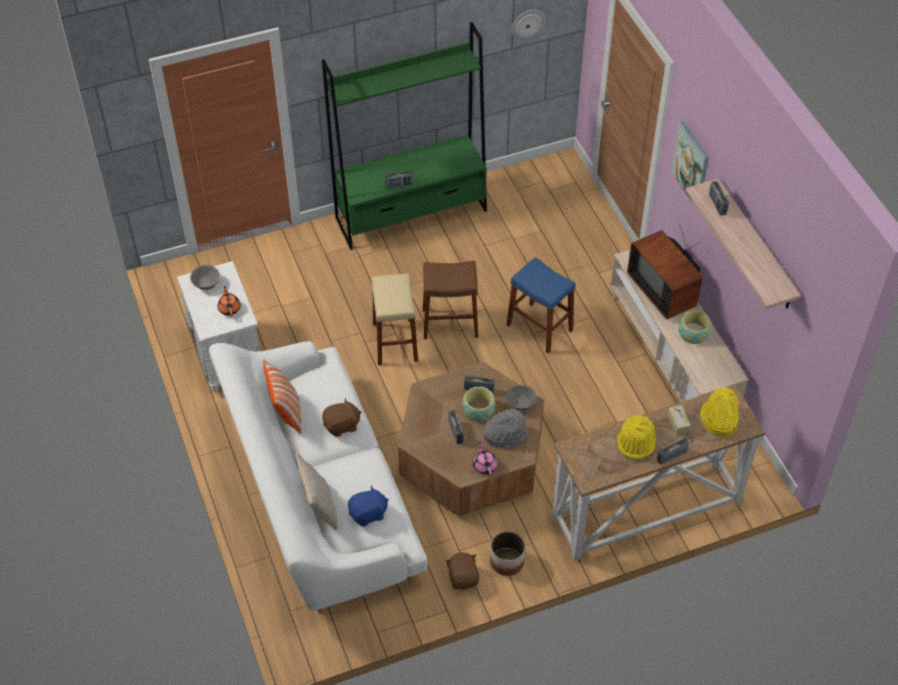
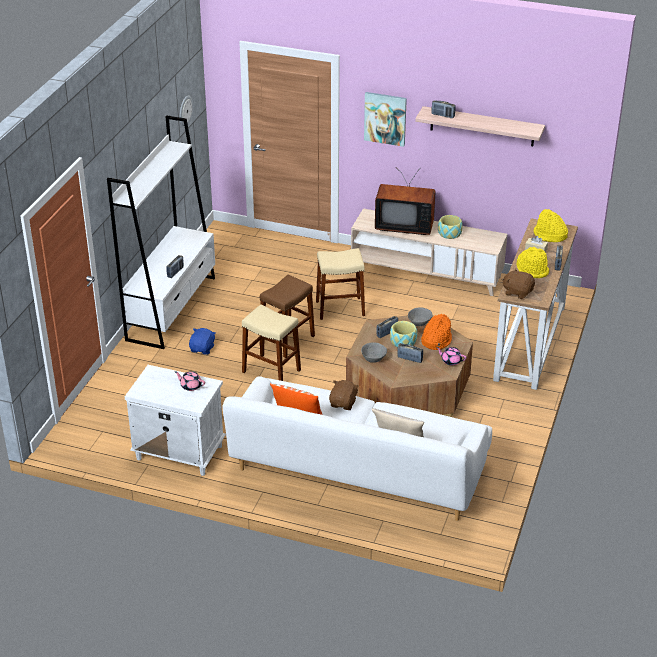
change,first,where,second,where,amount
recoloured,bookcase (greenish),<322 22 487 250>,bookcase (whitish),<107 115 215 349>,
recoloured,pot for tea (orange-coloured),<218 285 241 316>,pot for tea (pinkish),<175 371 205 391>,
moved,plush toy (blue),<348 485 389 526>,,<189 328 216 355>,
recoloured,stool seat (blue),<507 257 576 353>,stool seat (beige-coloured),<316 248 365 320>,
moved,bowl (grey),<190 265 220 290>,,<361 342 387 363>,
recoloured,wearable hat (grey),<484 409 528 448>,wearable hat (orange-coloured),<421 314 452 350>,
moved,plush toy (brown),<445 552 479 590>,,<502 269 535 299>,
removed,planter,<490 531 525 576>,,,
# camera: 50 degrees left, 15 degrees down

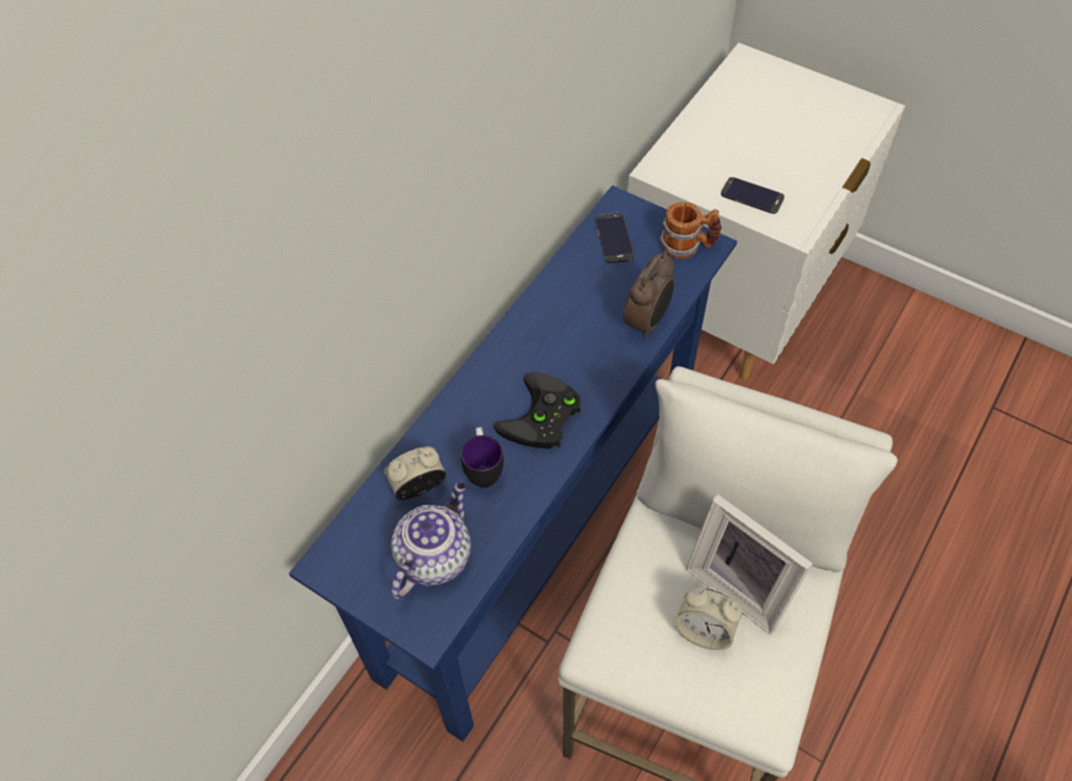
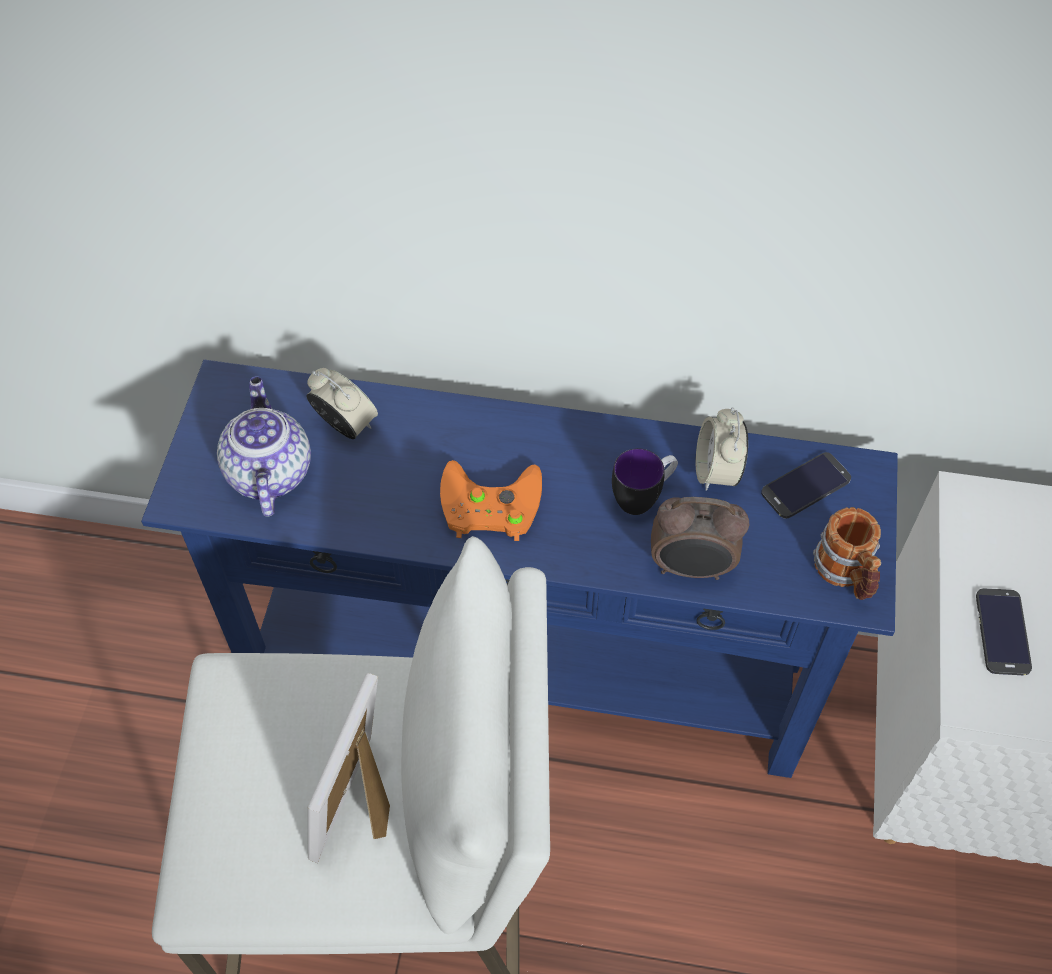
change,first,where,second,where,amount
turned,pot for tea,<391 481 471 599>,,<217 376 311 517>,105 degrees counterclockwise
recoloured,gamepad (black-coloured),<494 372 581 449>,gamepad (orange-coloured),<440 460 542 541>,
moved,tea mug,<461 427 504 488>,,<612 448 678 515>,
moved,bedside clock,<674 587 742 650>,,<696 408 748 491>,
# camera: 65 degrees right, 0 degrees up

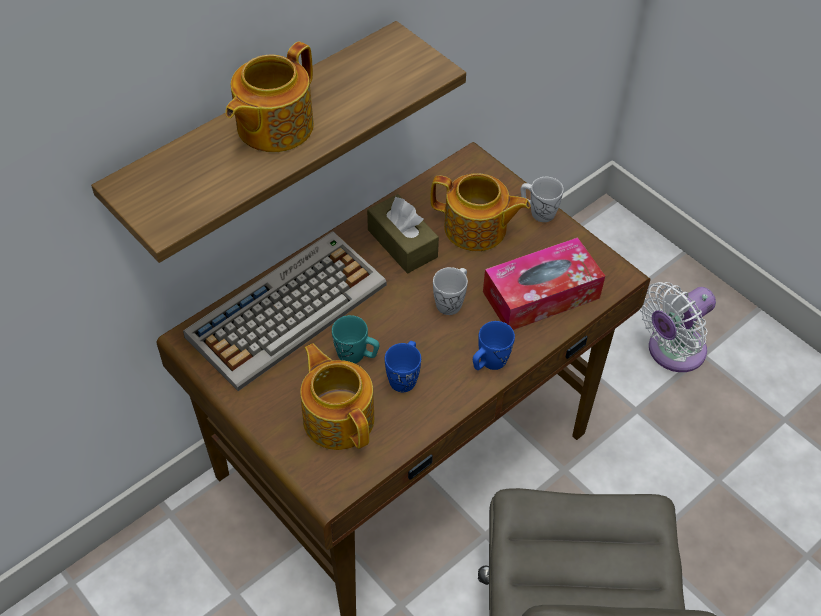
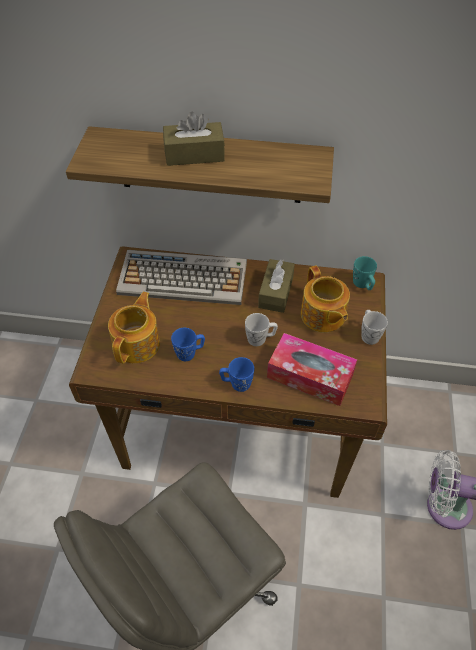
change,first,where,second,where,amount
replaced,pot for tea,<225 42 314 152>,tissue box (brown),<163 112 225 166>,
moved,tea mug (turquoise-coloured),<332 315 379 363>,,<353 256 377 290>,
# camera: 50 degrees right, 0 degrees up

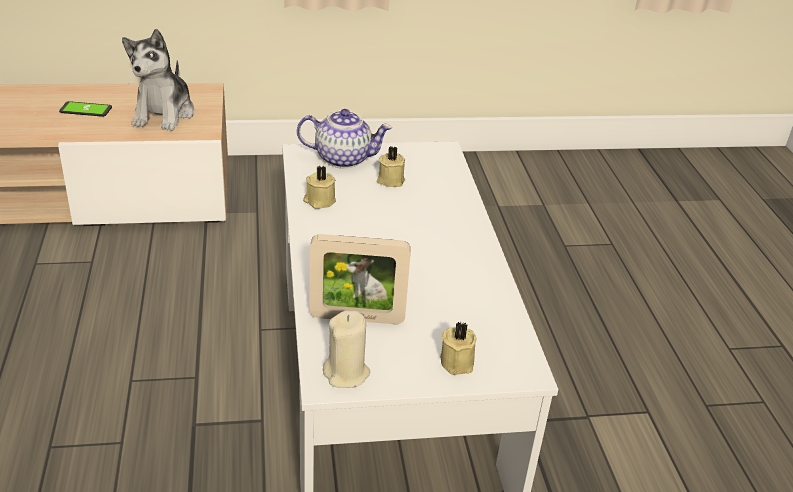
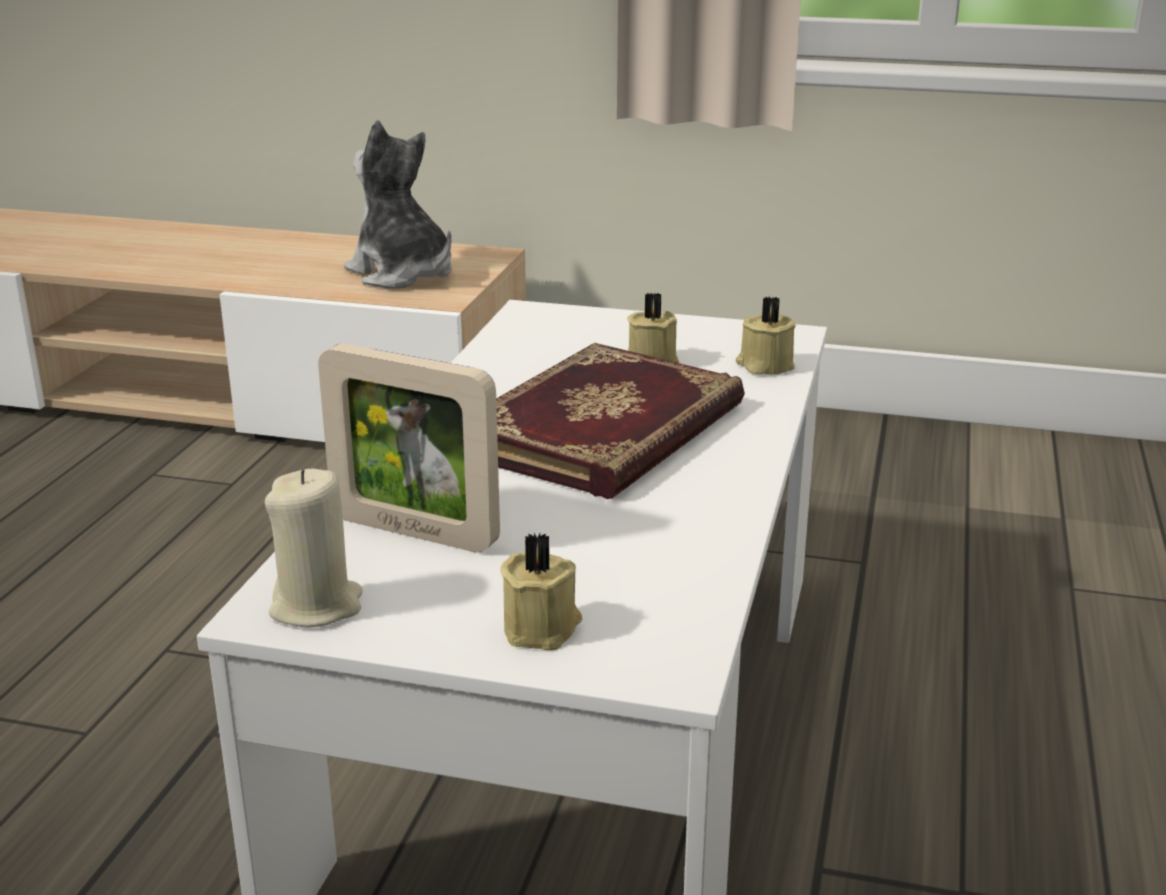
change,first,where,second,where,amount
turned,plush toy,<122 29 194 131>,,<344 120 452 288>,105 degrees clockwise
added,,,bound book,<496 343 745 499>,
moved,wax light (beige-coloured),<303 166 336 209>,,<736 297 796 374>,
removed,telephone,<59 101 112 117>,,,
removed,pot for tea,<297 109 392 168>,,,
# camera: 25 degrees right, 10 degrees down

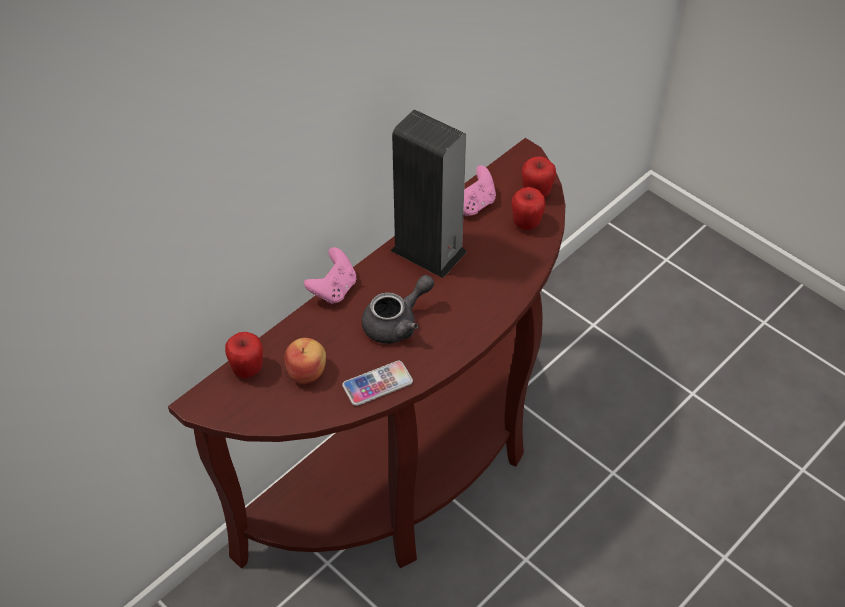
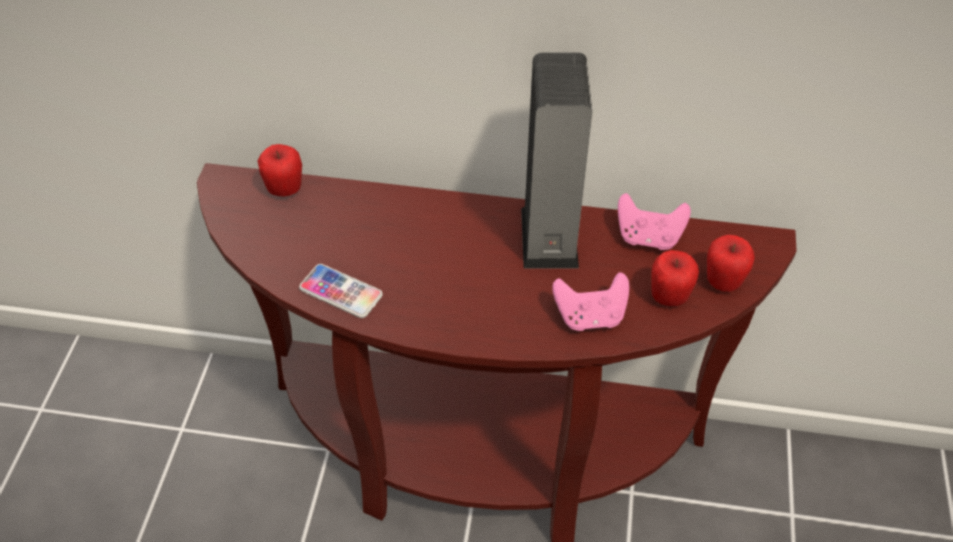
change,first,where,second,where,amount
moved,gamepad (pinkish),<304 247 356 304>,,<552 272 629 331>,
removed,apple fruit,<284 338 326 384>,,,
removed,pot for tea (grey),<362 275 434 344>,,,
# camera: 55 degrees right, 0 degrees up

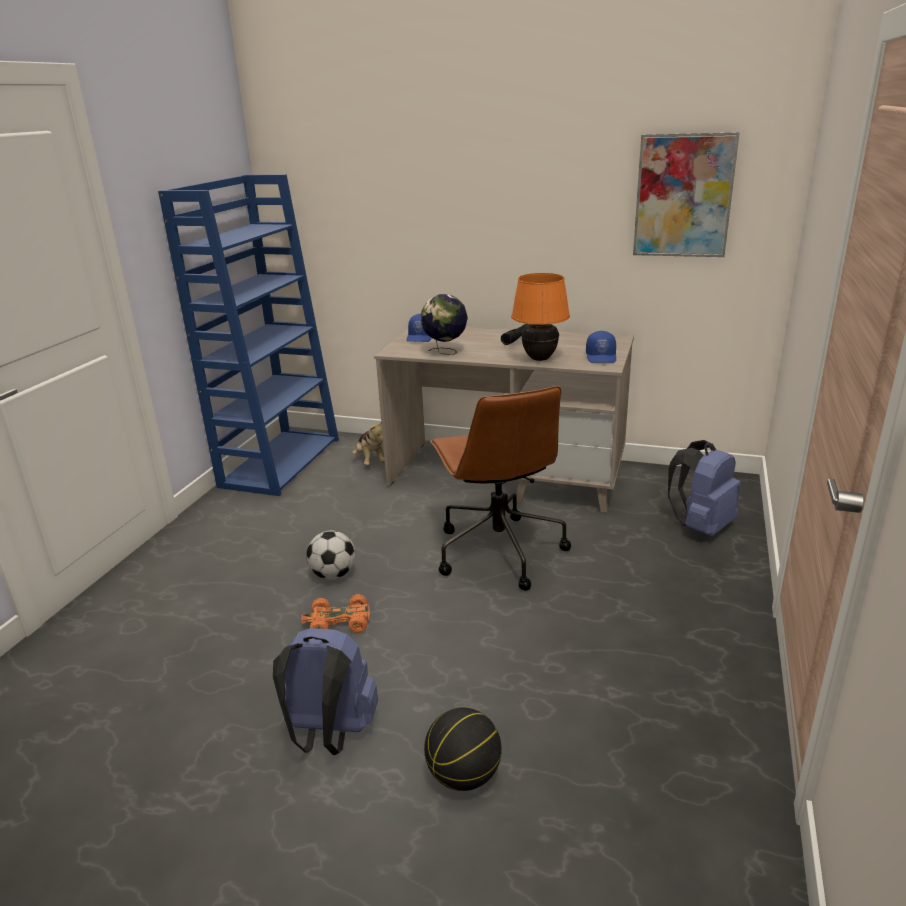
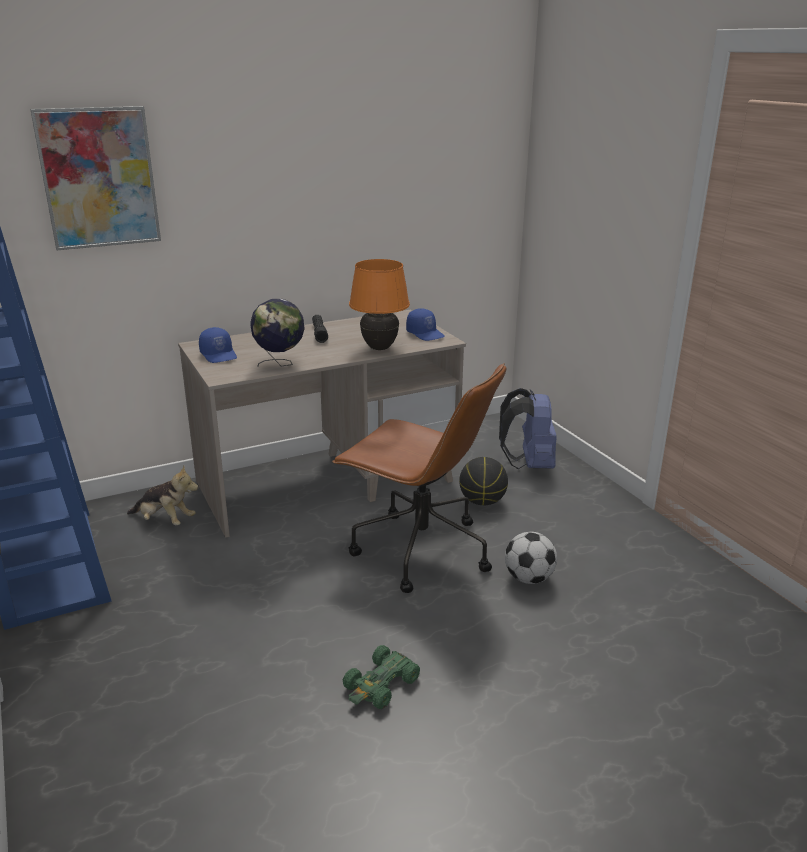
change,first,where,second,where,amount
moved,wall art,<633 132 740 257>,,<30 106 161 250>,
recoloured,miniature car (orange-coloured),<301 594 370 633>,miniature car (greenish),<343 645 420 709>,
moved,basketball,<424 707 502 791>,,<459 457 508 505>,
moved,ball for football,<306 530 355 580>,,<505 532 557 584>,
removed,knapsack (blue),<273 628 378 755>,,,
# camera: 45 degrees left, 0 degrees up

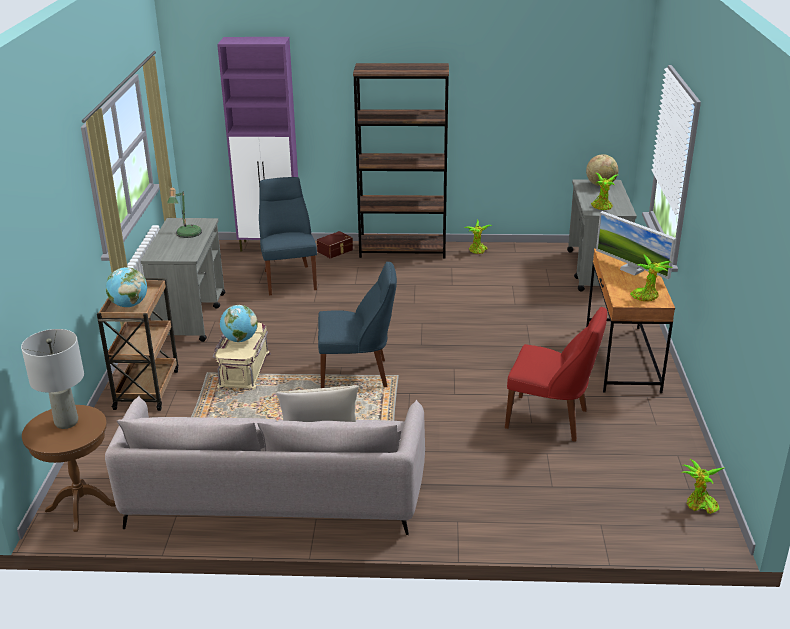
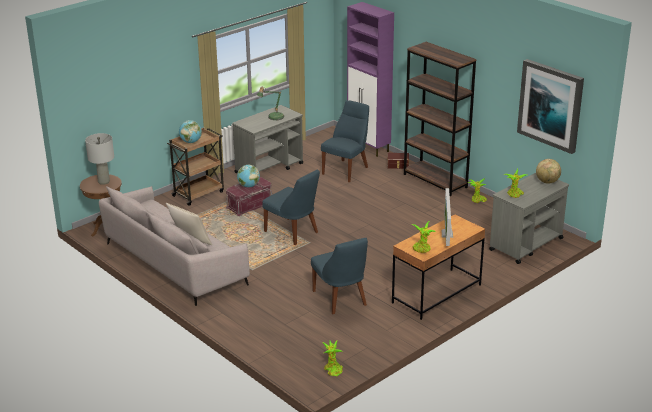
change,first,where,second,where,amount
recoloured,storage box (beige-coloured),<213 323 271 390>,storage box (red-coloured),<226 177 272 216>,
recoloured,plain chair (red-coloured),<505 307 607 441>,plain chair (blue),<311 238 368 314>,
added,,,wall art,<517 59 584 154>,
# camera: 45 degrees right, 0 degrees up

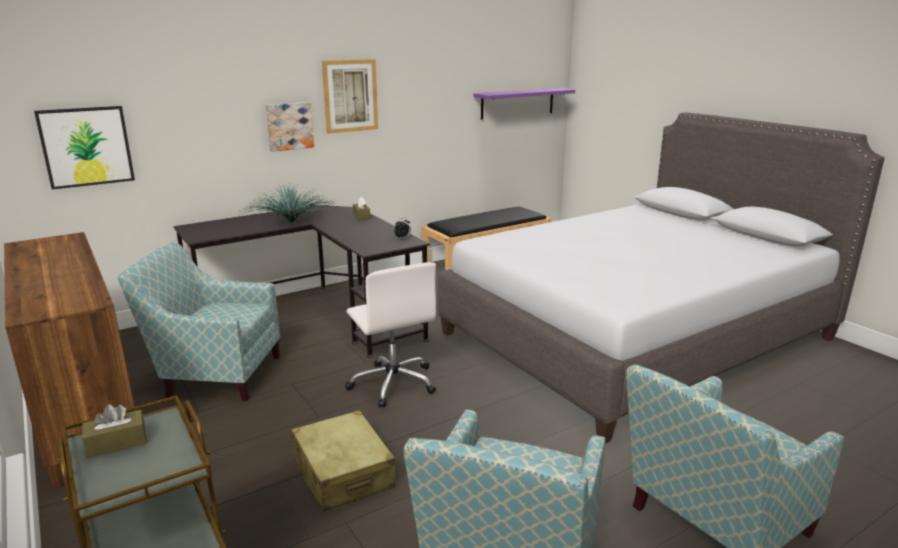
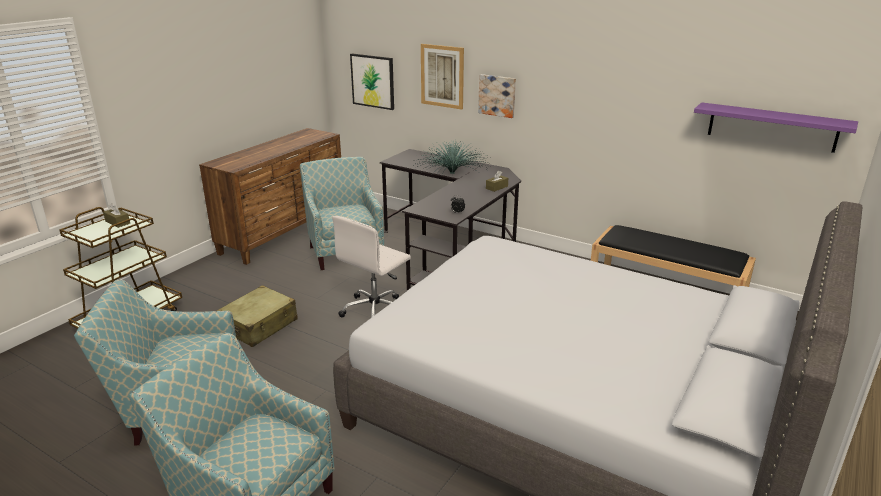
change,first,where,second,where,amount
moved,wall art,<322 59 378 134>,,<421 44 464 109>,
# camera: 65 degrees right, 5 degrees up

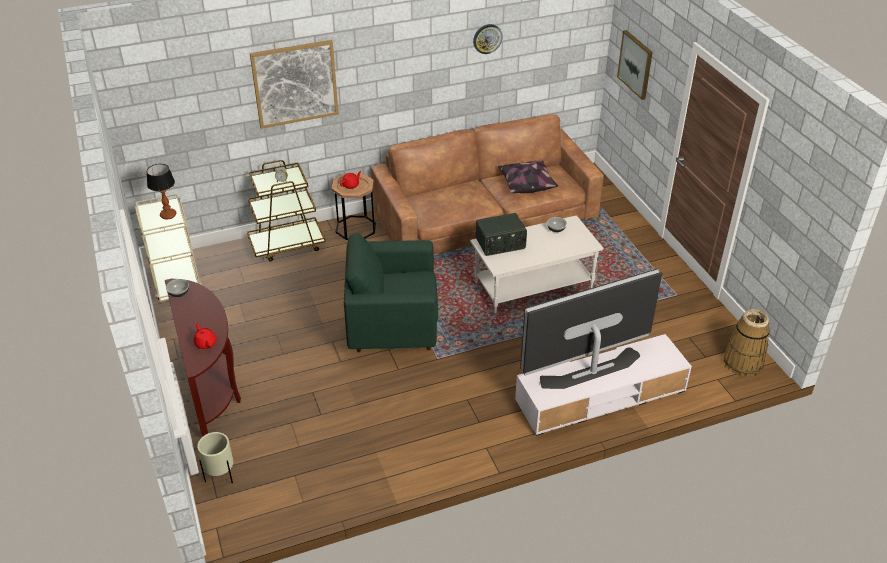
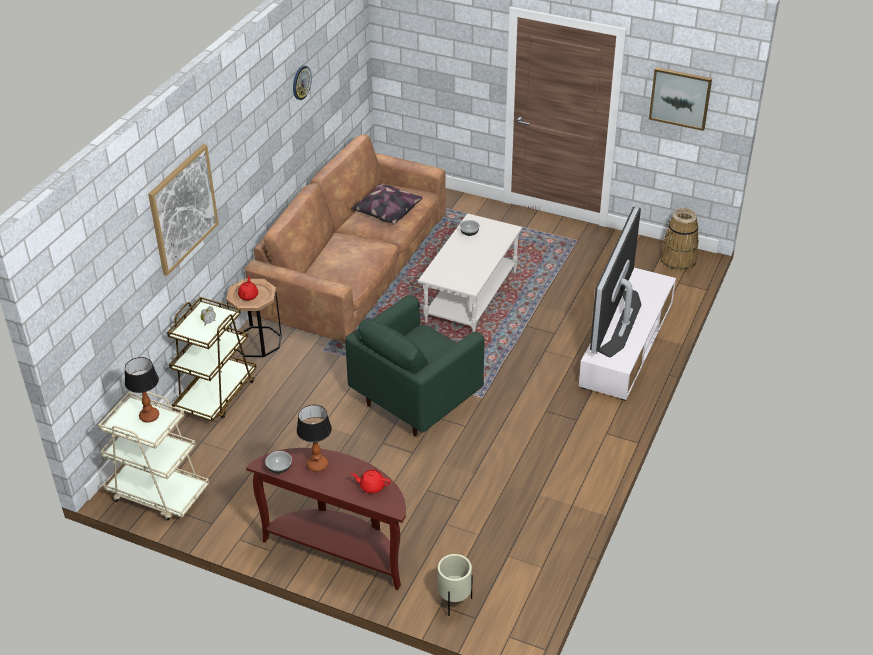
change,first,where,second,where,amount
added,,,tabletop lamp,<297 405 332 472>,
moved,wall art,<617 30 653 100>,,<649 67 712 131>,
removed,radio receiver,<476 213 527 256>,,,
# camera: 45 degrees left, 0 degrees up

